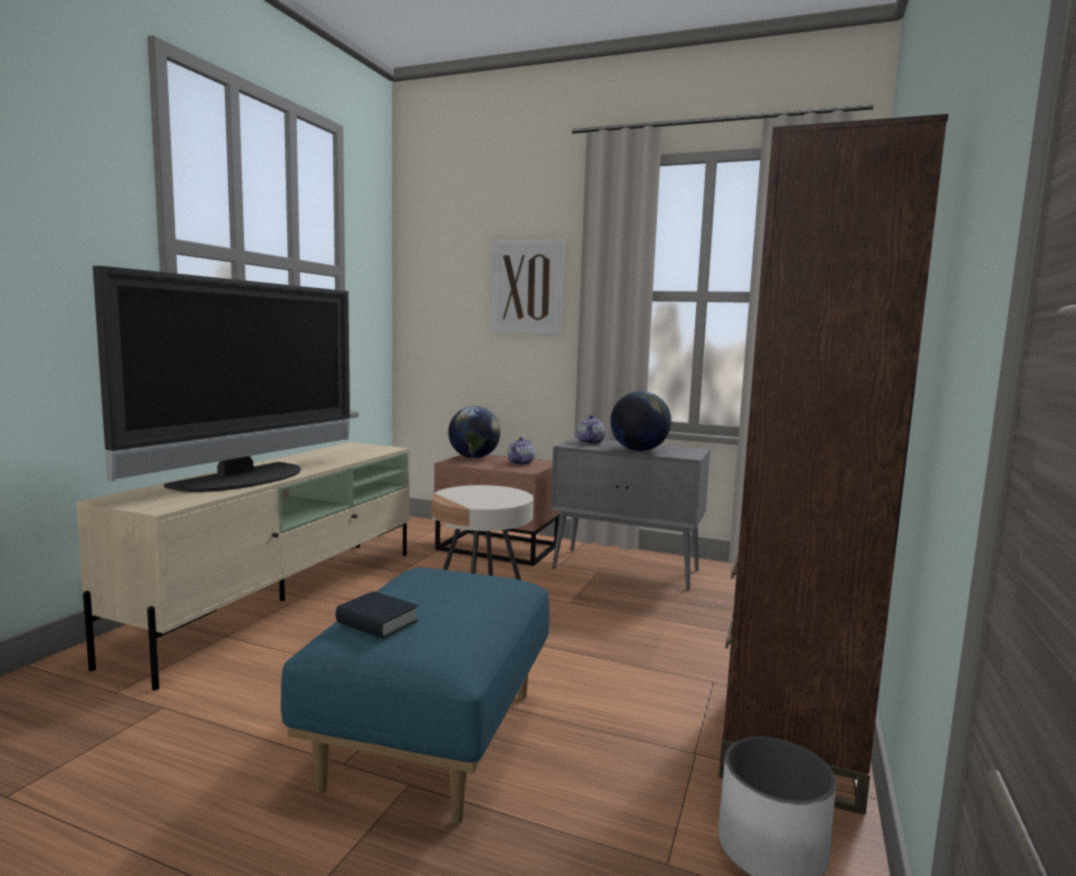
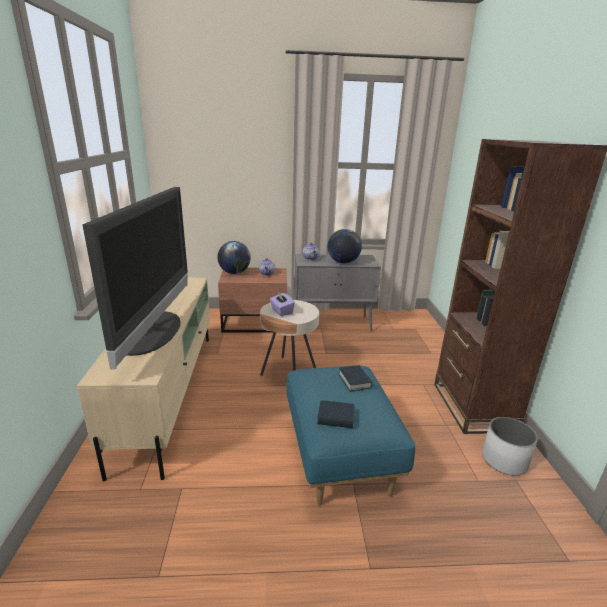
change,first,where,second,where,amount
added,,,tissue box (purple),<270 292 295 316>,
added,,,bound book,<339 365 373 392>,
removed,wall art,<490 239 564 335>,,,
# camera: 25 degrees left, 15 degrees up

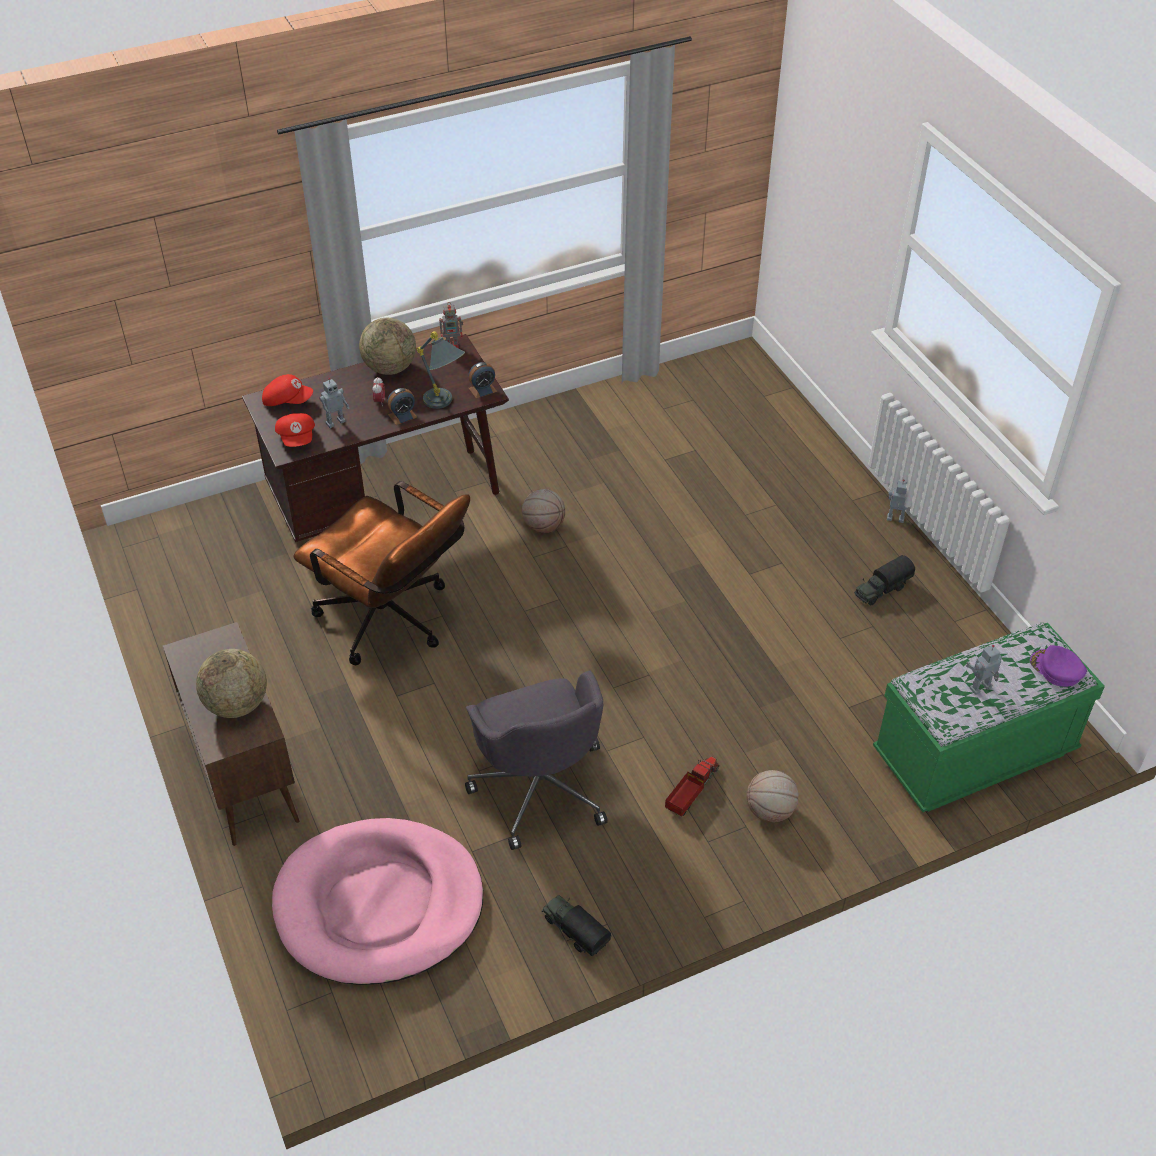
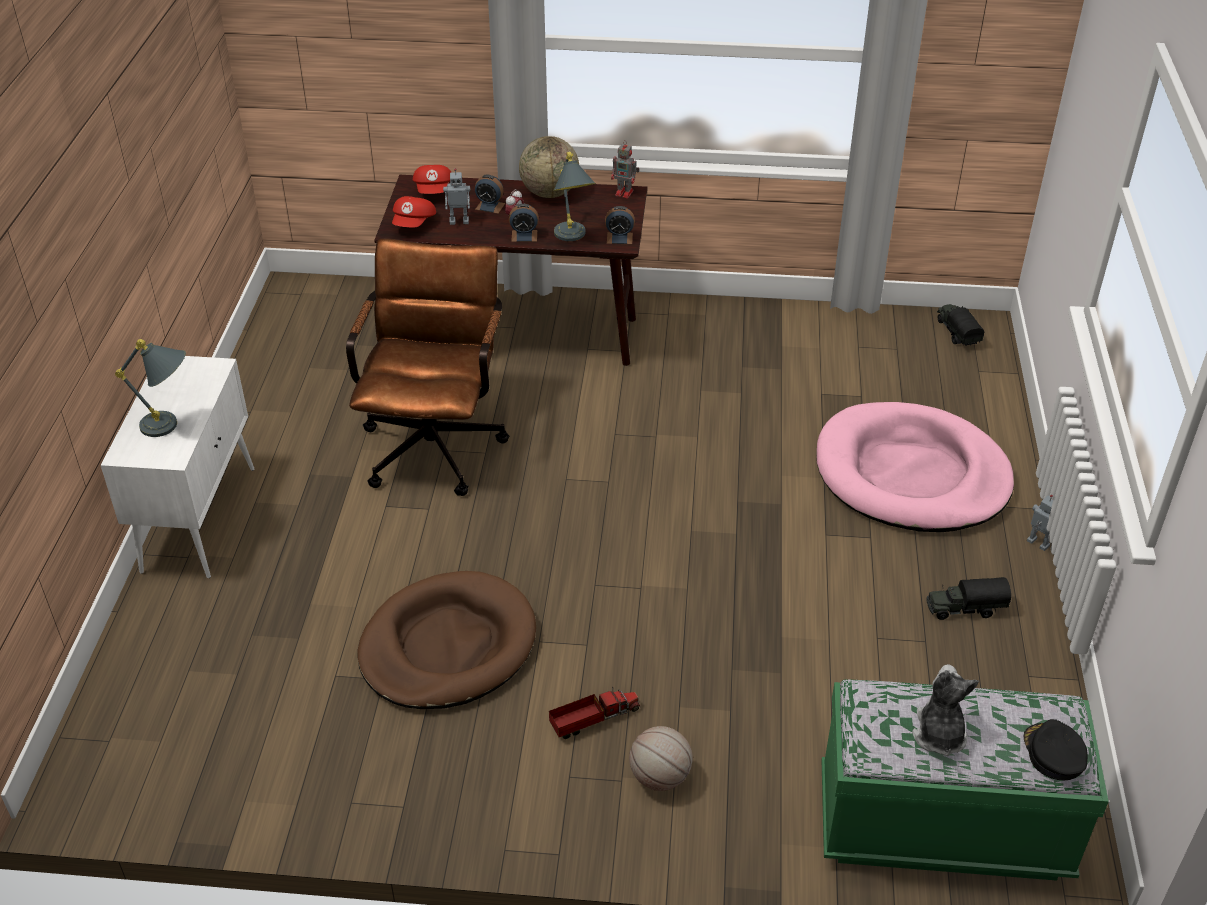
change,first,where,second,where,amount
recoloured,cabinet (brown),<163 622 299 846>,cabinet (whitish),<101 356 254 578>,
replaced,world globe,<196 649 267 718>,tabletop lamp (grey),<115 339 186 437>,
turned,office chair (brown),<293 481 470 665>,,<346 238 509 496>,150 degrees counterclockwise
replaced,office chair (grey),<465 671 608 850>,dog cushion (brown),<358 571 536 709>,
turned,peaked cap (red-coloured),<262 374 313 406>,,<413 165 452 194>,45 degrees clockwise
added,,,bedside clock,<475 175 505 214>,
moved,dog cushion (pinkish),<272 818 483 985>,,<816 402 1014 532>,
replaced,toy robot,<966 645 1002 695>,plush toy,<912 664 979 757>,
moved,toy truck,<542 895 611 956>,,<937 304 984 346>,
recoloured,peaked cap (purple),<1030 645 1087 687>,peaked cap (black-coloured),<1024 719 1088 780>,
removed,basketball,<522 489 565 533>,,,
# camera: 30 degrees right, 5 degrees down

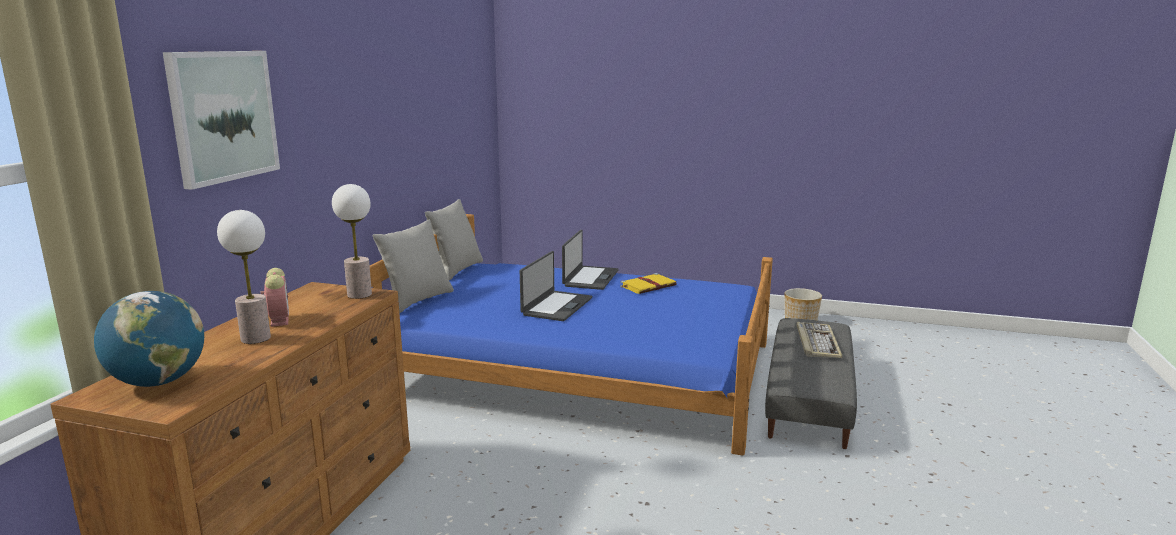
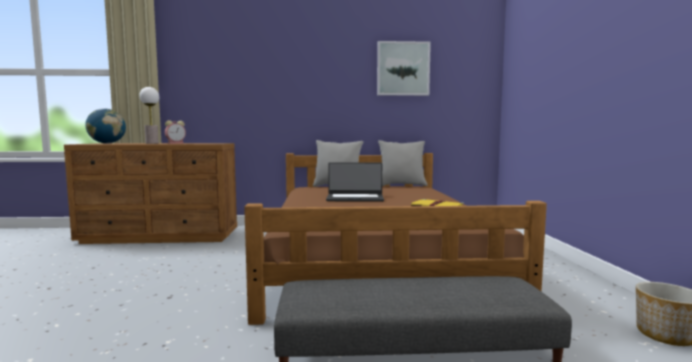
change,first,where,second,where,amount
recoloured,bedroom bed (blue),<370 214 773 456>,bedroom bed (brown),<244 153 547 325>,
moved,wall art,<163 51 280 190>,,<377 41 431 96>,
removed,tabletop lamp,<332 184 372 299>,,,
removed,laptop,<562 230 619 290>,,,
removed,computer keyboard,<797 322 843 358>,,,
# camera: 70 degrees right, 10 degrees down

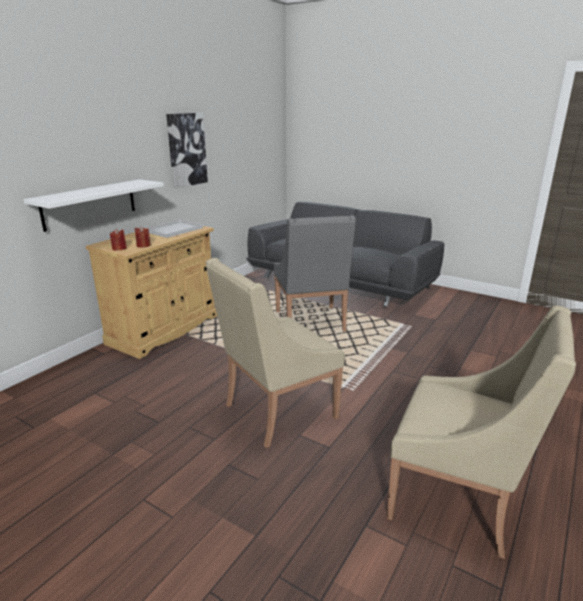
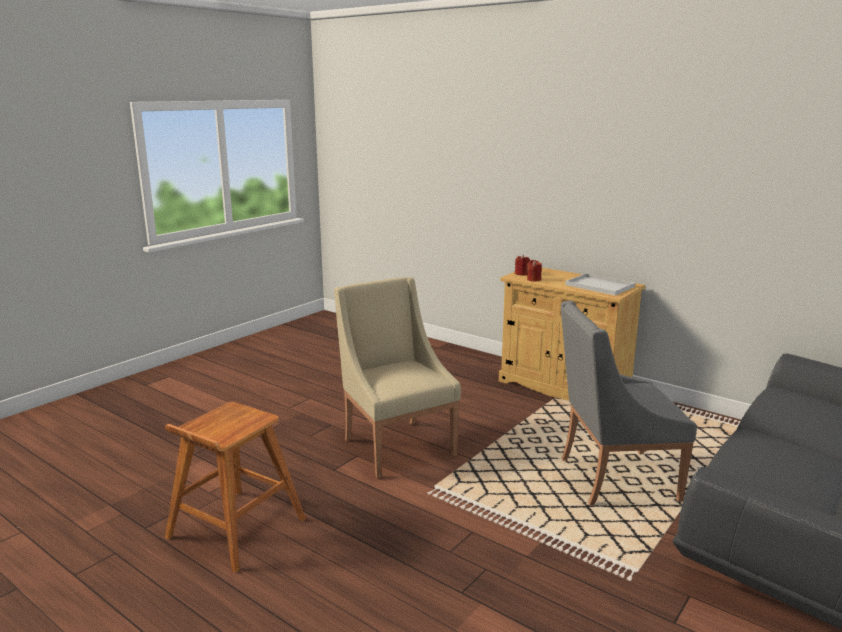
change,first,where,second,where,amount
replaced,easy chair (beige-coloured),<387 305 576 559>,stool seat (brown),<165 402 306 573>,
removed,wall shelf (whitish),<23 179 164 232>,,,
removed,wall art,<166 113 208 189>,,,
# camera: 95 degrees right, 5 degrees down

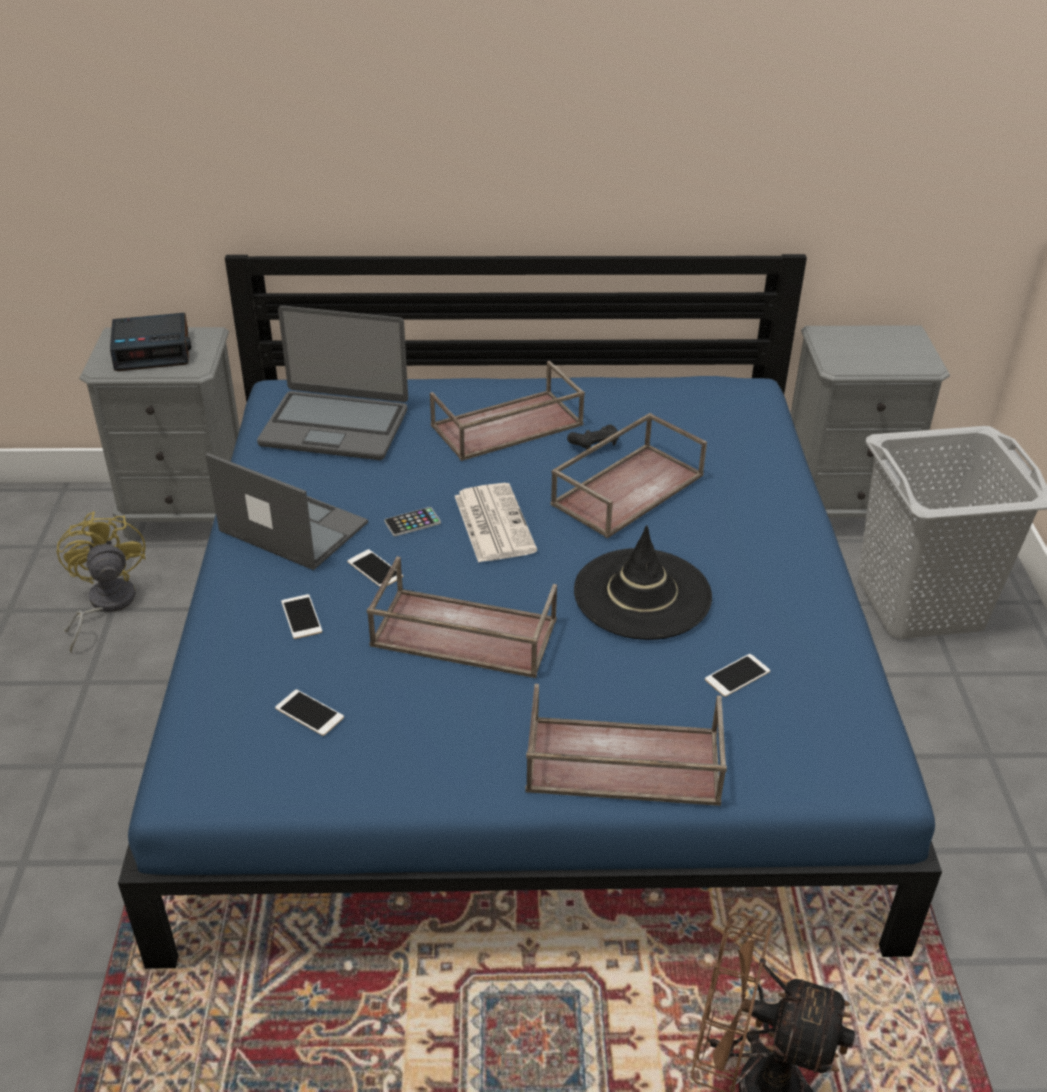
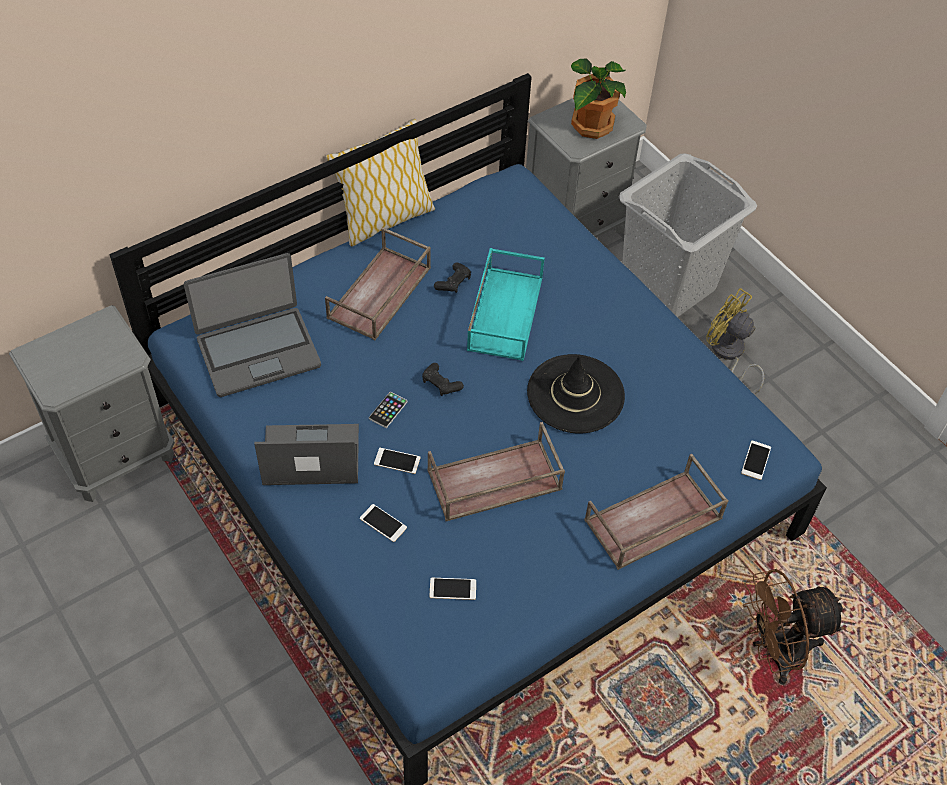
change,first,where,second,where,amount
added,,,cushion,<325 119 435 247>,
replaced,newspaper,<455 483 537 563>,gamepad (black-coloured),<422 363 464 396>,
recoloured,tray (brown),<550 413 707 538>,tray (turquoise-coloured),<467 248 545 361>,
added,,,potted plant,<571 58 626 139>,
moved,fan (yellow-coloured),<57 511 146 653>,,<706 288 764 394>,
moved,telephone,<705 654 770 697>,,<741 441 771 480>,
removed,bedside clock,<110 313 191 371>,,,
# camera: 35 degrees left, 15 degrees up

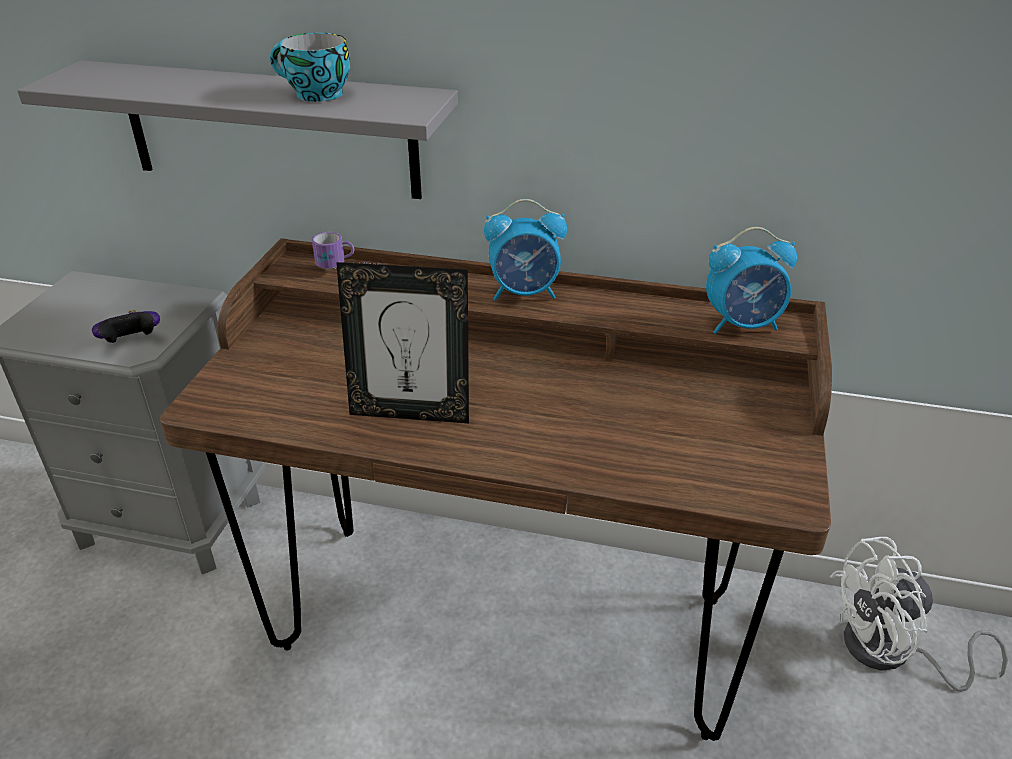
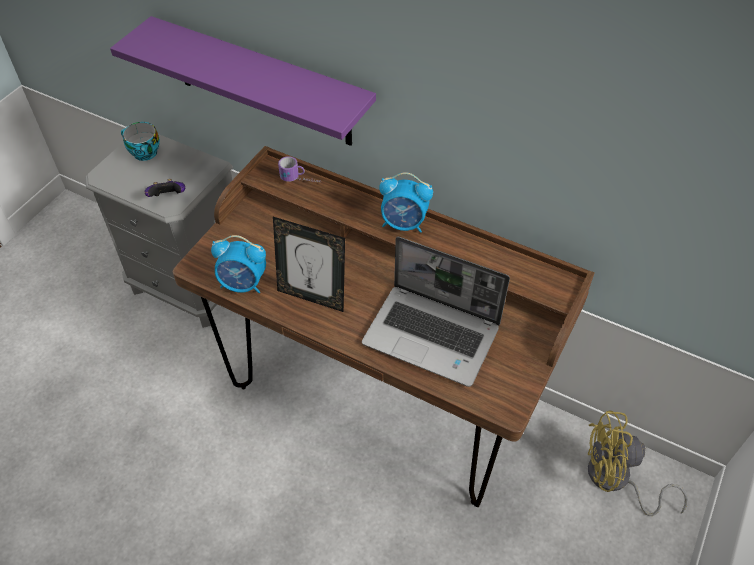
change,first,where,second,where,amount
recoloured,wall shelf (grey),<17 60 458 199>,wall shelf (purple),<110 16 376 146>,
moved,drinking cup,<270 33 350 102>,,<121 122 160 161>,
moved,bedside clock,<706 227 797 334>,,<211 235 266 293>,
added,,,laptop,<362 237 510 387>,
recoloured,fan (whitish),<830 537 1008 692>,fan (yellow-coloured),<588 411 688 516>,
# camera: 15 degrees right, 15 degrees up

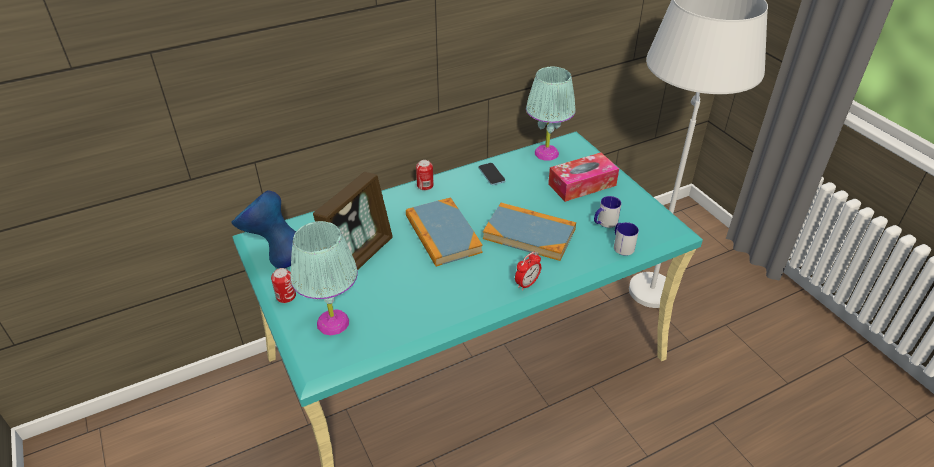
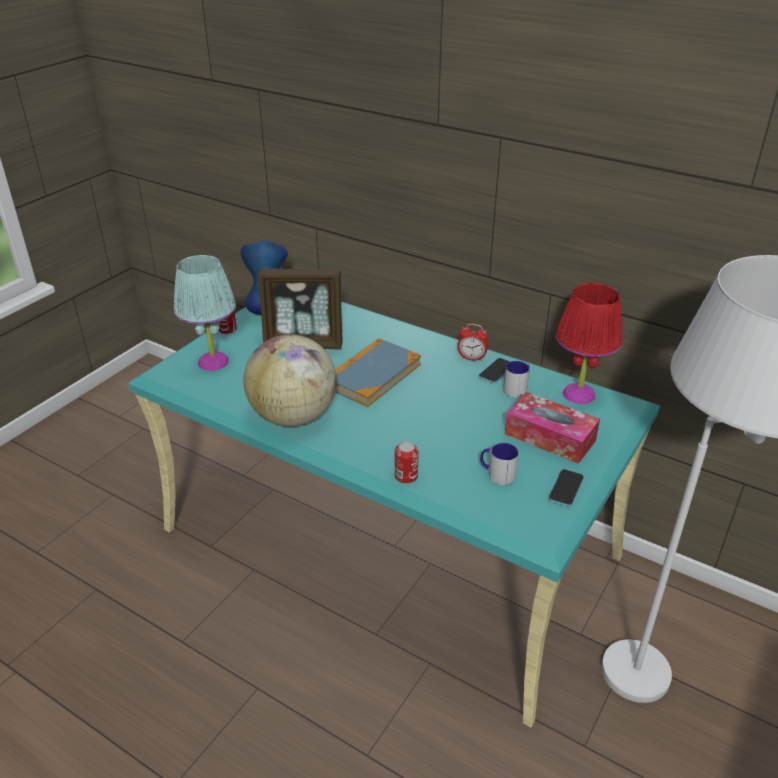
change,first,where,second,where,amount
added,,,world globe,<244 334 337 427>,
moved,sealed can,<416 160 434 190>,,<395 441 419 484>,
moved,bedside clock,<515 252 541 291>,,<457 324 488 362>,
moved,tea mug,<614 222 639 256>,,<503 361 530 398>,
added,,,telephone,<548 469 584 507>,
recoloured,tabletop lamp (turquoise-coloured),<526 66 576 161>,tabletop lamp (red-coloured),<556 283 623 404>,
removed,bound book,<483 203 576 261>,,,
# camera: 60 degrees right, 5 degrees down

